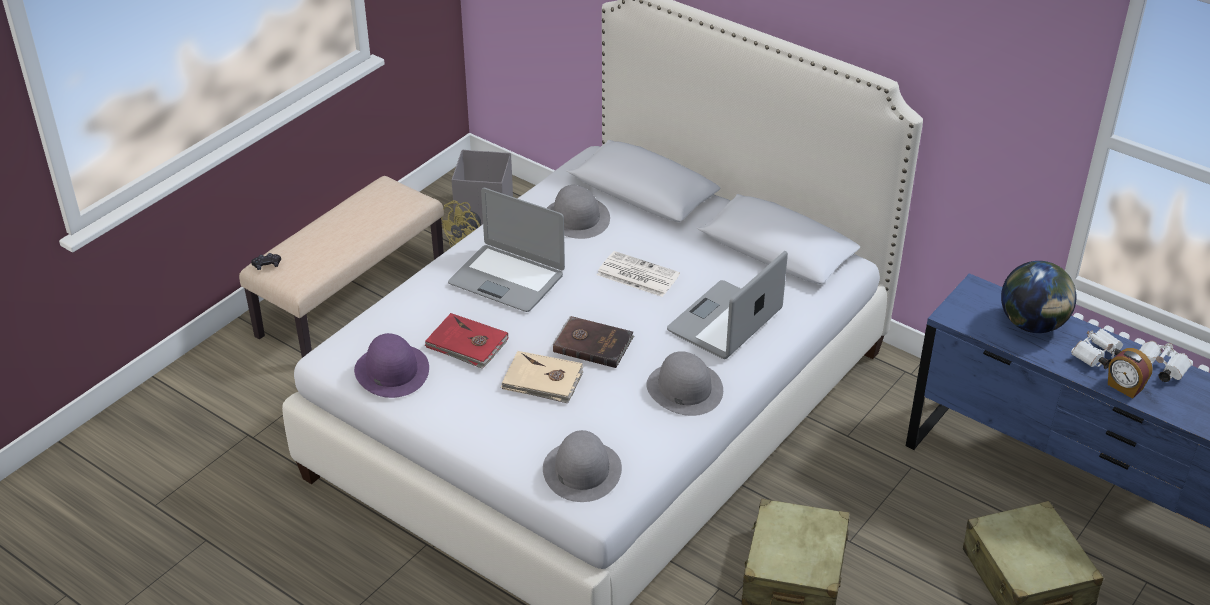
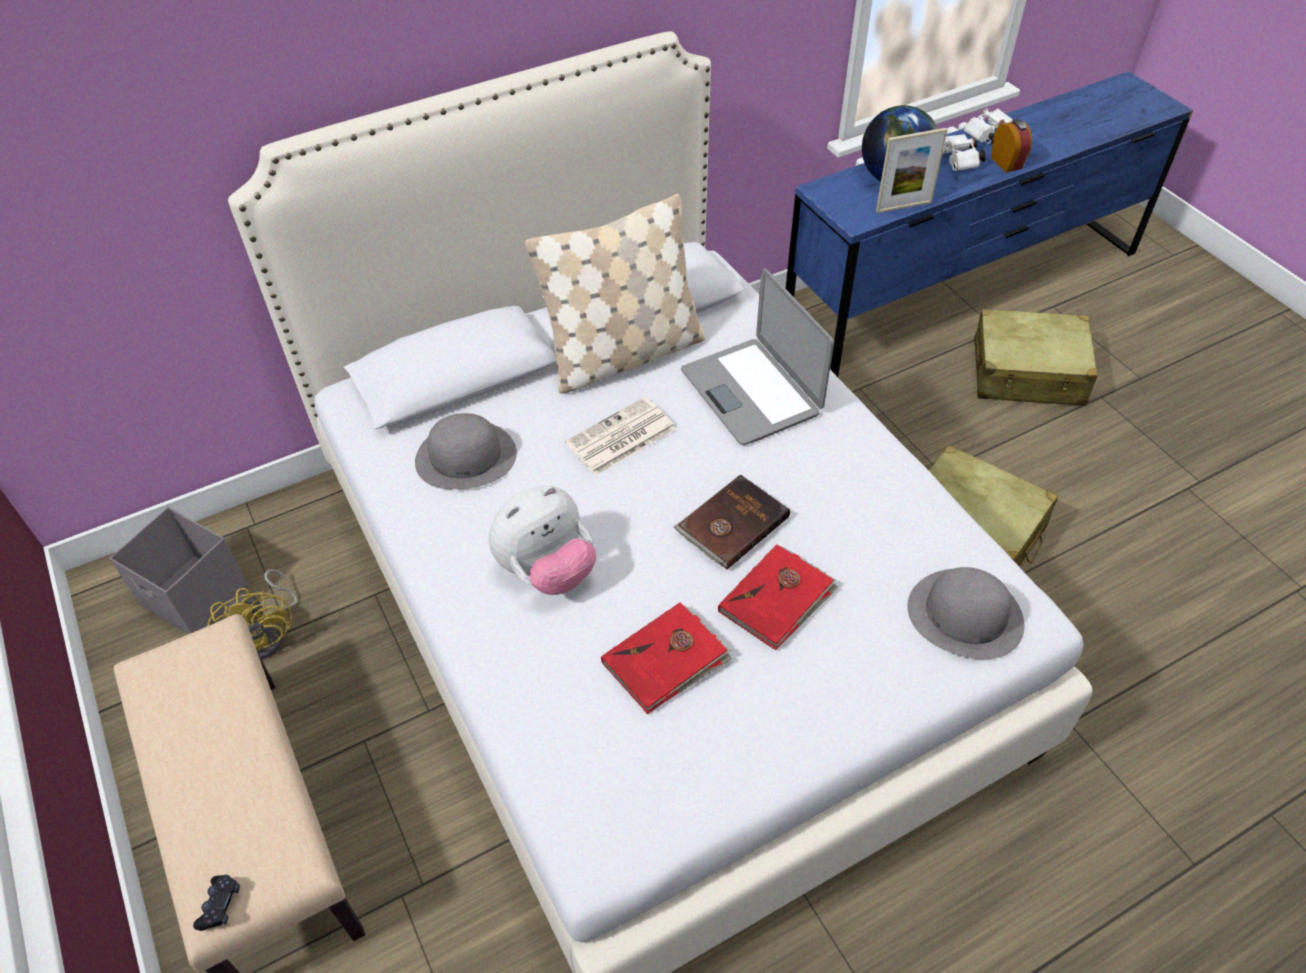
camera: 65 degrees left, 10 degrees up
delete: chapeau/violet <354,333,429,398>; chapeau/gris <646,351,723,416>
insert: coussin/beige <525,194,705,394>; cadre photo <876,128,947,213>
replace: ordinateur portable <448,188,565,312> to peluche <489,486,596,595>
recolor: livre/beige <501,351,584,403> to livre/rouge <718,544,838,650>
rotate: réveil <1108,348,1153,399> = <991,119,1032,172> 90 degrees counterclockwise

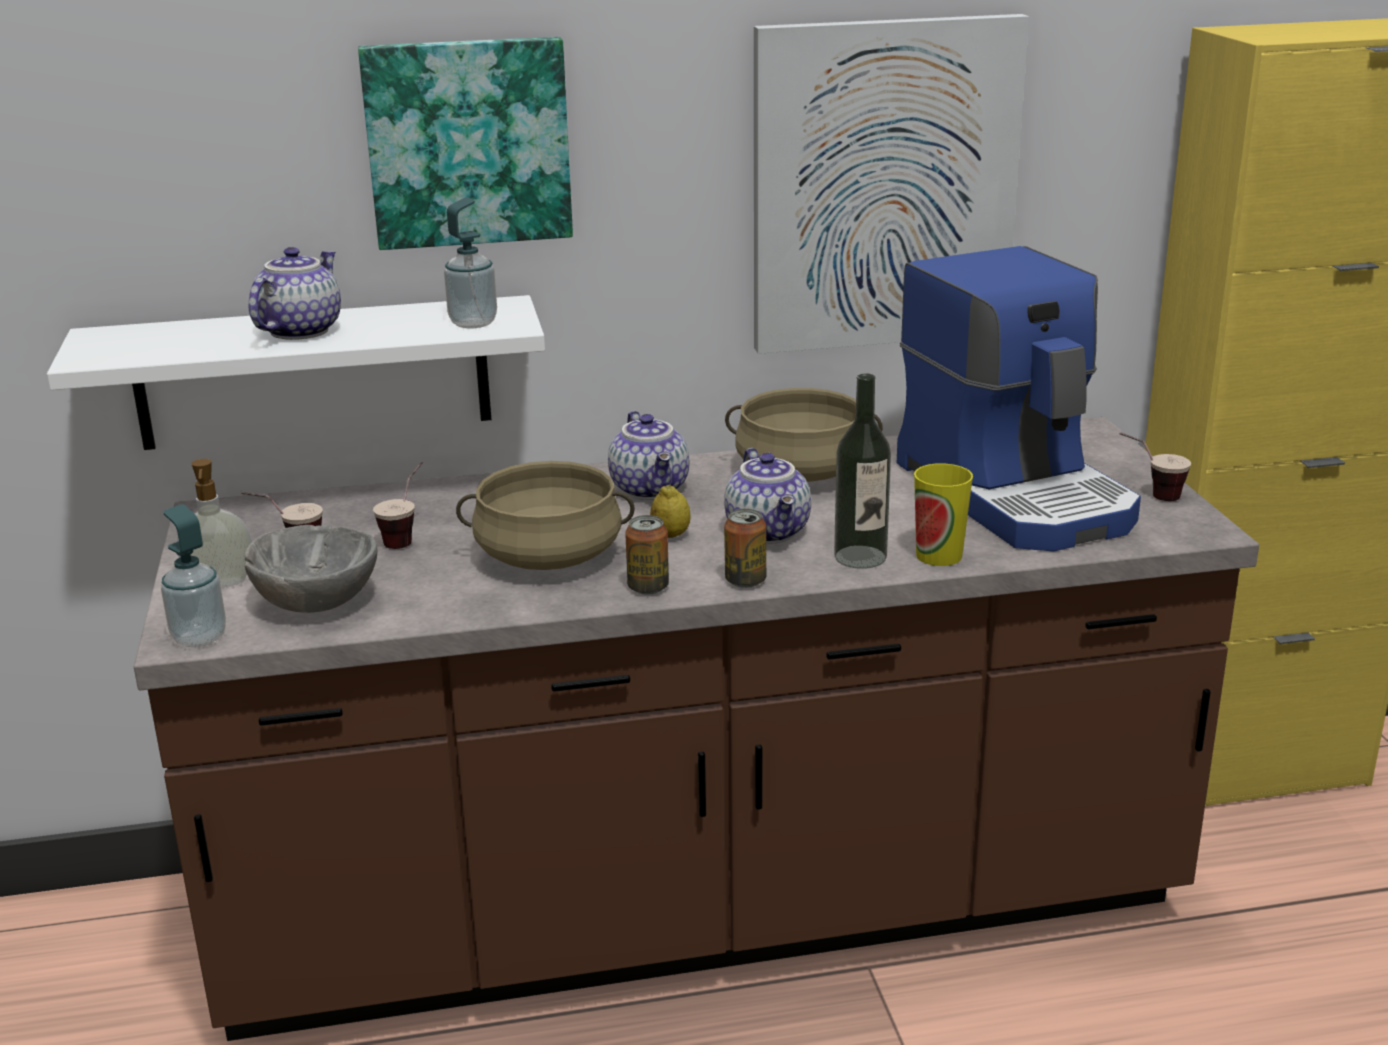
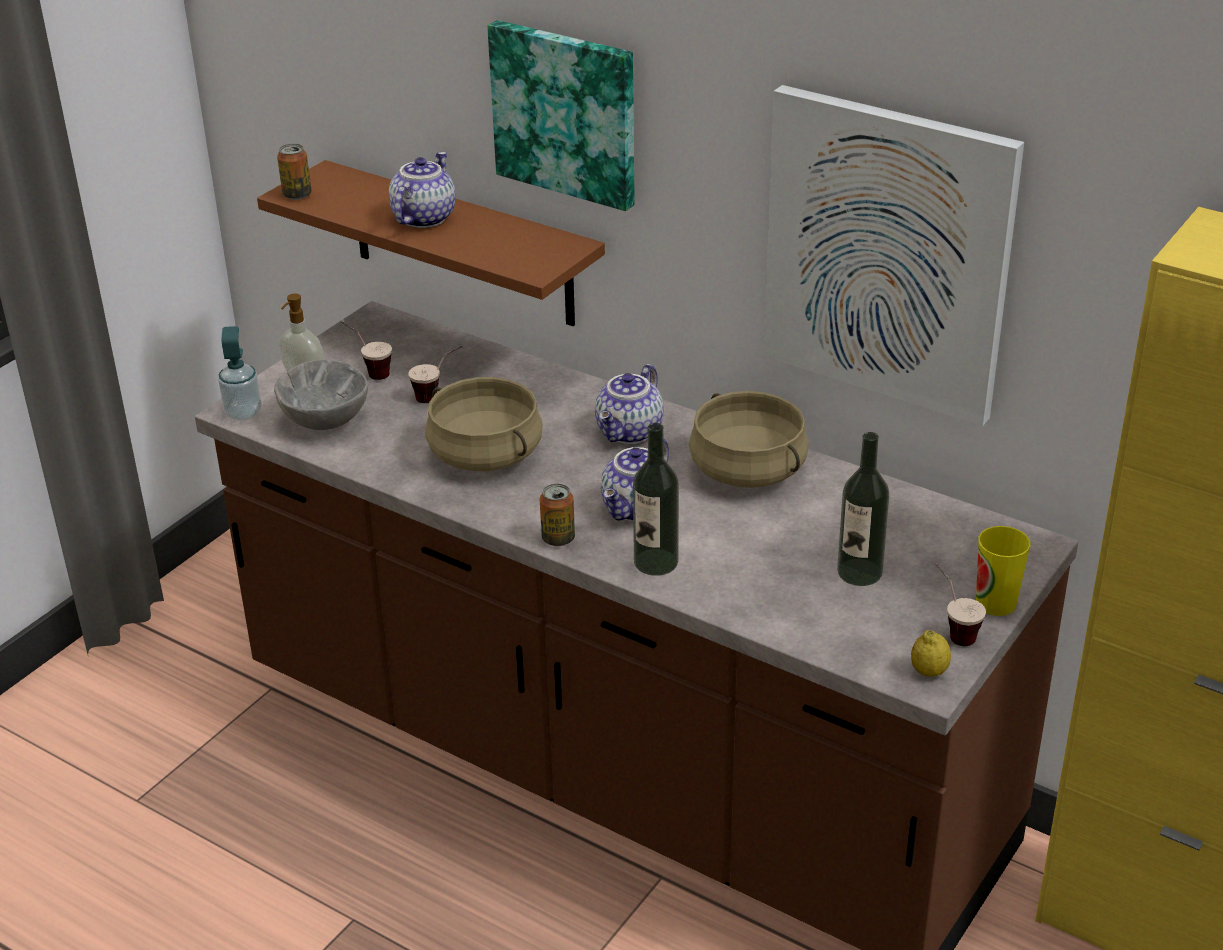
camera: 45 degrees right, 10 degrees up
delete: distributeur de savon <444,197,497,328>
move: boîte métallique <625,515,669,595> to <277,144,312,200>; citron <650,485,690,538> to <911,630,951,677>; tasse <914,464,973,566> to <976,526,1030,616>
replace: machine à café <897,246,1141,552> to bouteille <837,432,890,586>
recolor: étagère/blanc <47,295,545,450> to étagère/marron <257,160,605,326>
rotate: théière <248,247,341,340> = <389,152,456,228> 45 degrees counterclockwise

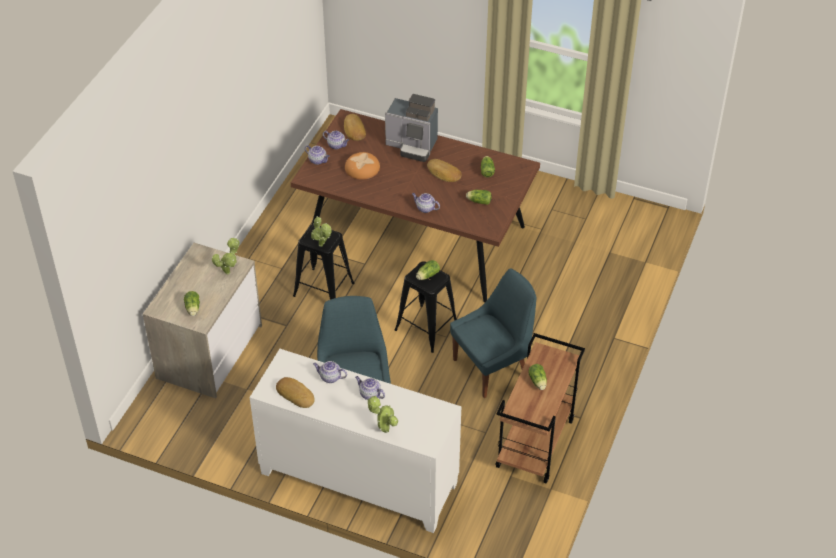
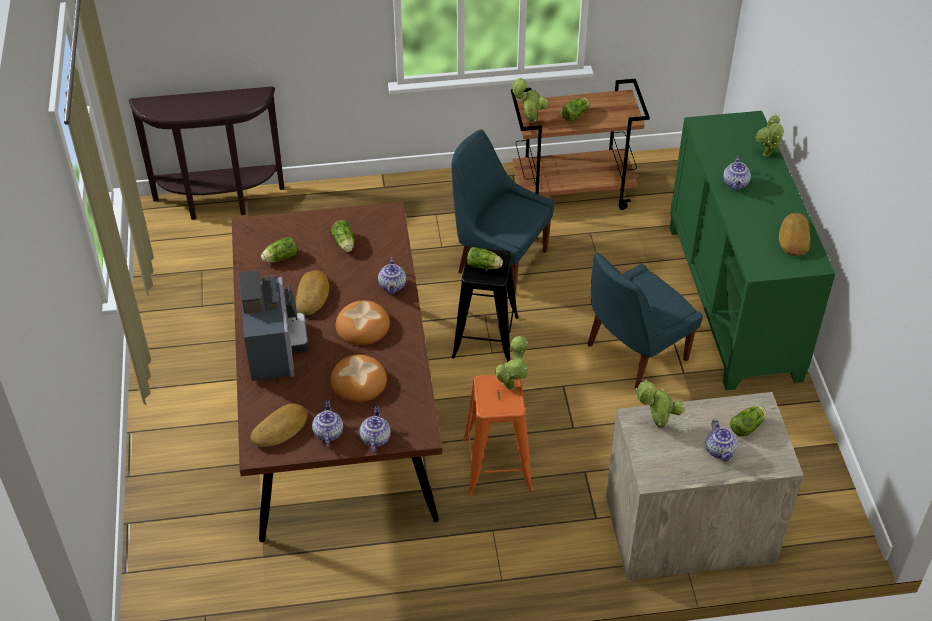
camera: 120 degrees left, 0 degrees up
insert: table console/marron <129,86,284,220>; pain <336,300,390,345>; plante en pot <511,78,548,123>
move: théière <313,361,347,383> to <706,419,737,462>
recolor: meuble de rangement/blanc <250,349,461,533> to meuble de rangement/vert <670,111,835,391>; tabouret/noir <293,224,354,300> to tabouret/orange <463,375,533,496>

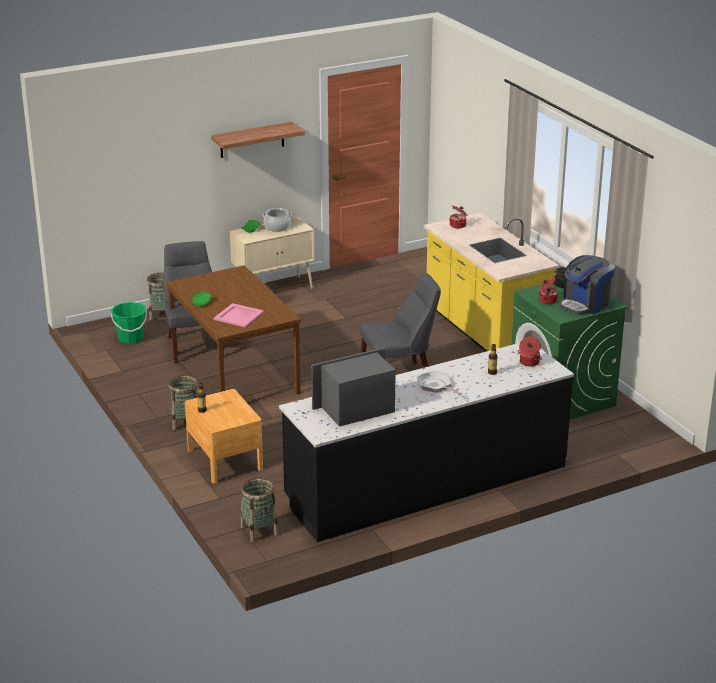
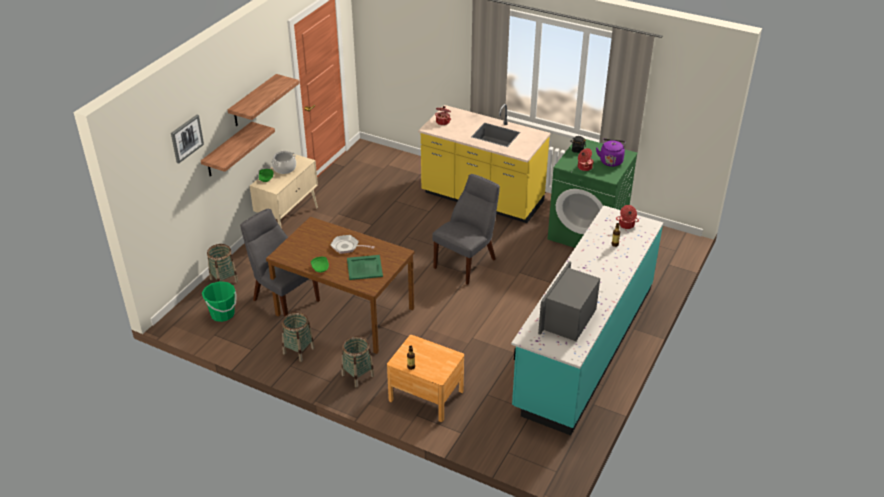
camera: 35 degrees left, 10 degrees up
insert: tableau <171,115,204,163>; étagère <201,122,275,176>
move: panier <241,478,279,542> to <282,312,315,362>; poêle <418,371,462,395> to <331,235,375,254>
replace: machine à café <559,255,615,315> to bouilloire/violet <596,139,626,167>
recolor: plateau/rose <213,303,264,327> to plateau/vert <347,255,383,280>; comptoir de cuisine/noir <279,343,574,542> to comptoir de cuisine/turquoise <511,205,663,435>

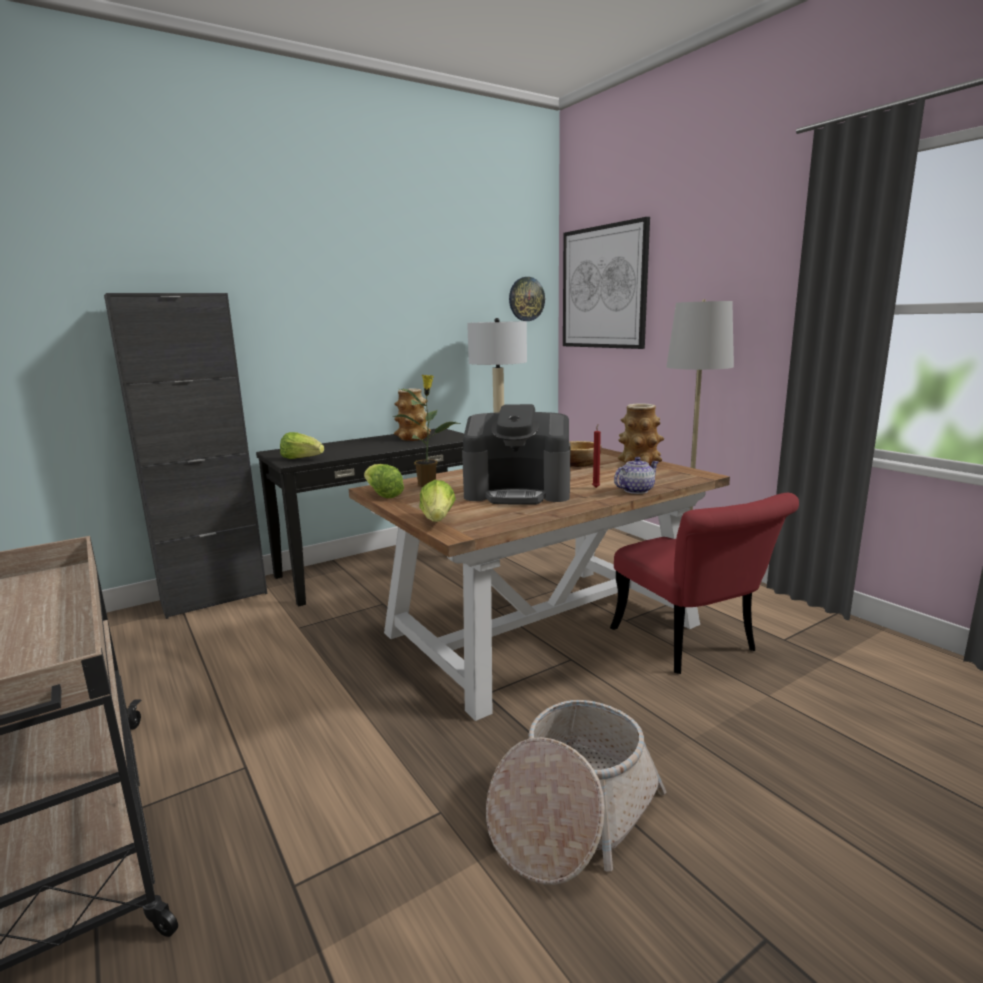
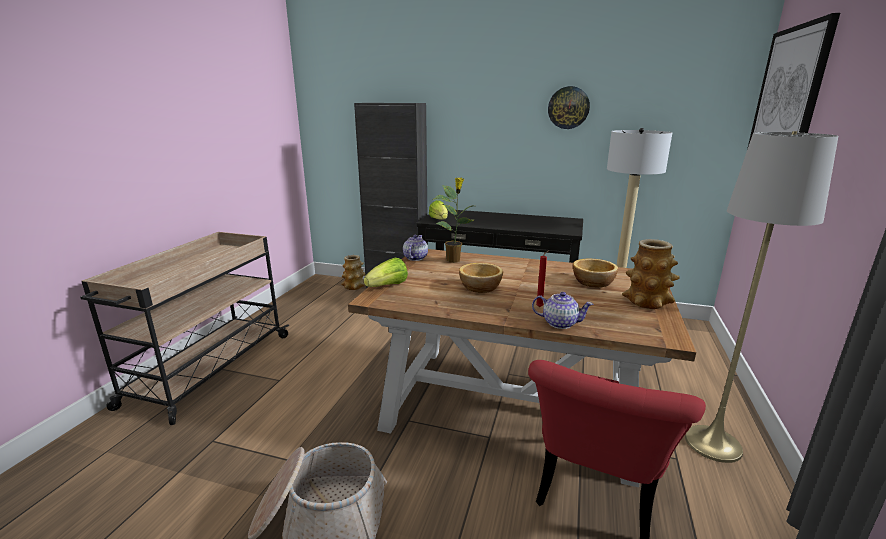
camera: 50 degrees right, 5 degrees up
move: vase <394,389,431,441> to <341,255,365,290>; horloge murale <509,277,545,321> to <548,86,590,129>
replace: laitue <364,464,404,498> to théière <403,235,428,261>; machine à café <462,404,570,505> to bol <459,263,503,293>

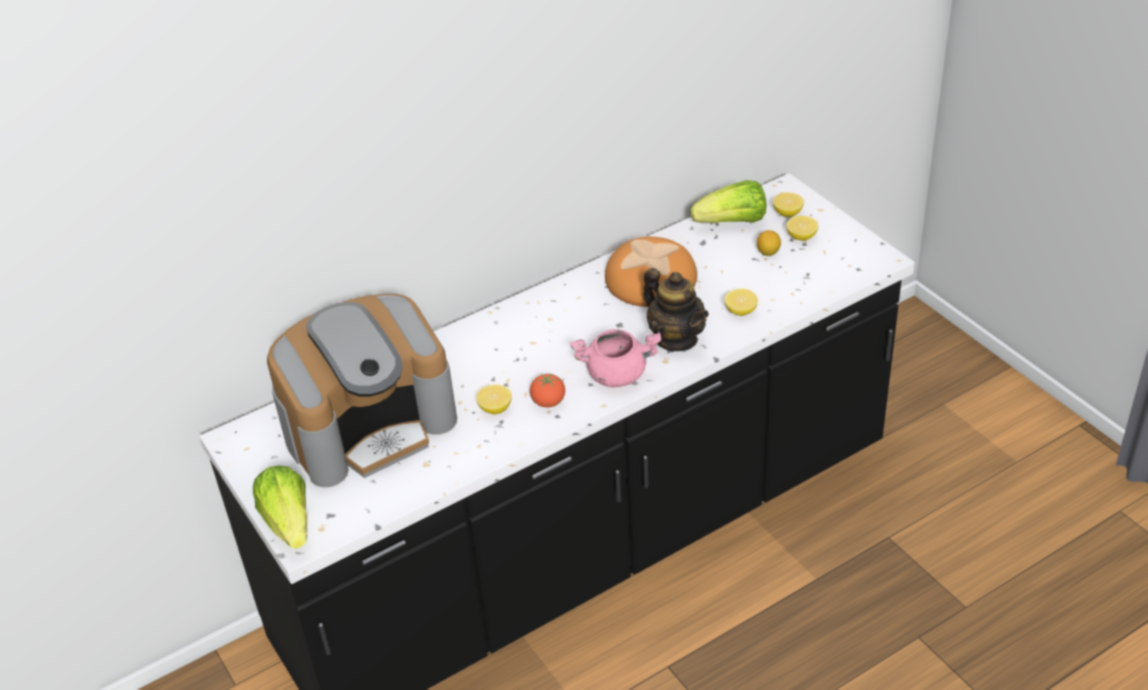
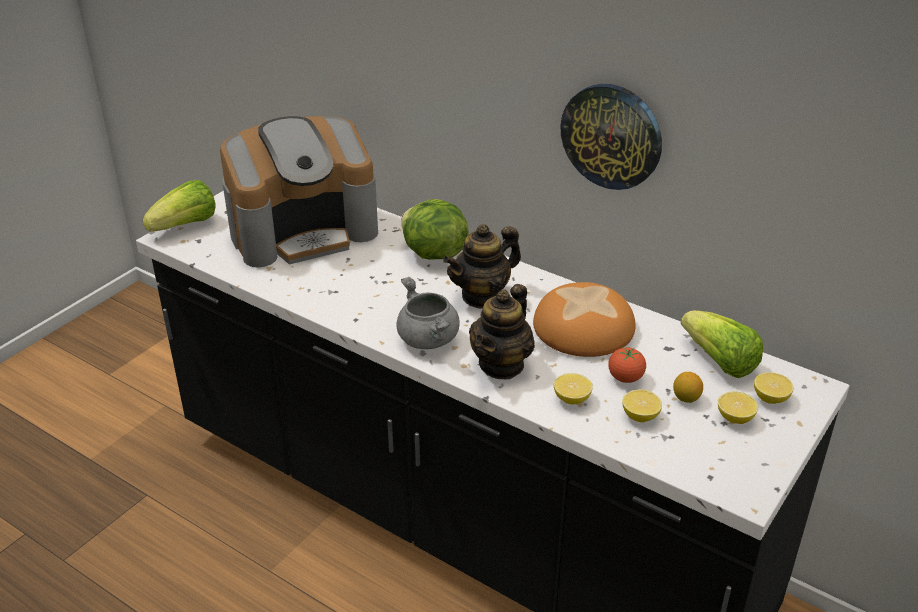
camera: 65 degrees right, 5 degrees down
insert: laitue <401,199,469,259>; théière <443,224,521,309>; horloge murale <560,84,662,190>
move: citron <476,384,512,415> to <622,389,662,422>; tomate <530,373,565,408> to <608,348,646,383>
recolor: marmite/rose <570,329,661,388> to marmite/gris <396,277,460,349>
rotate: machine à café <267,294,457,487> = <220,116,378,267> 60 degrees counterclockwise

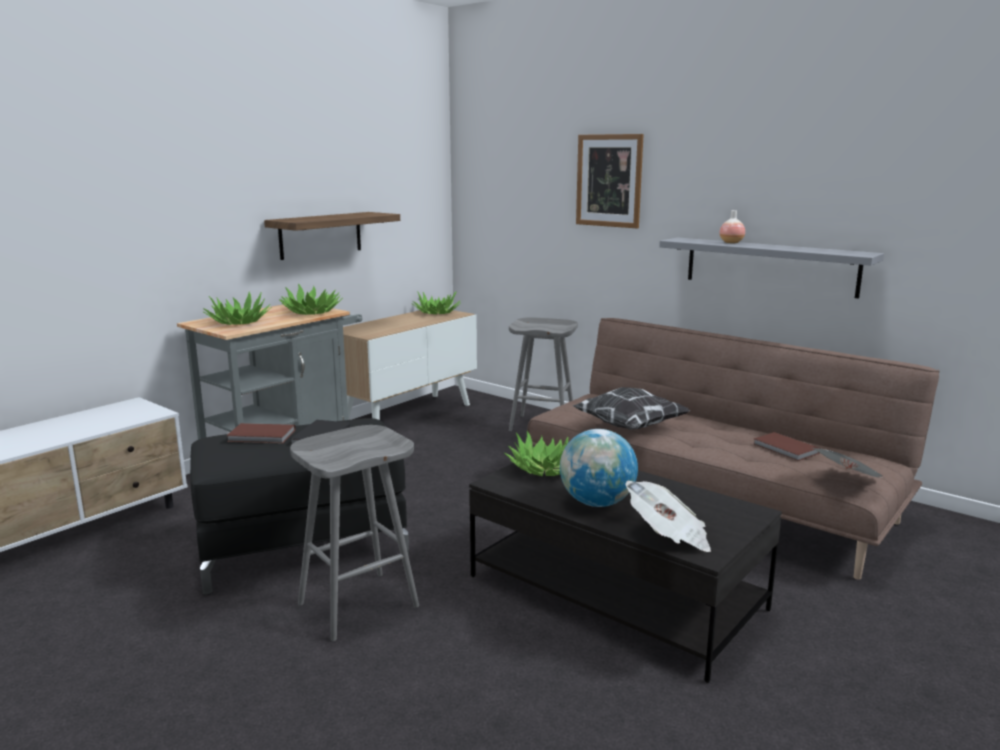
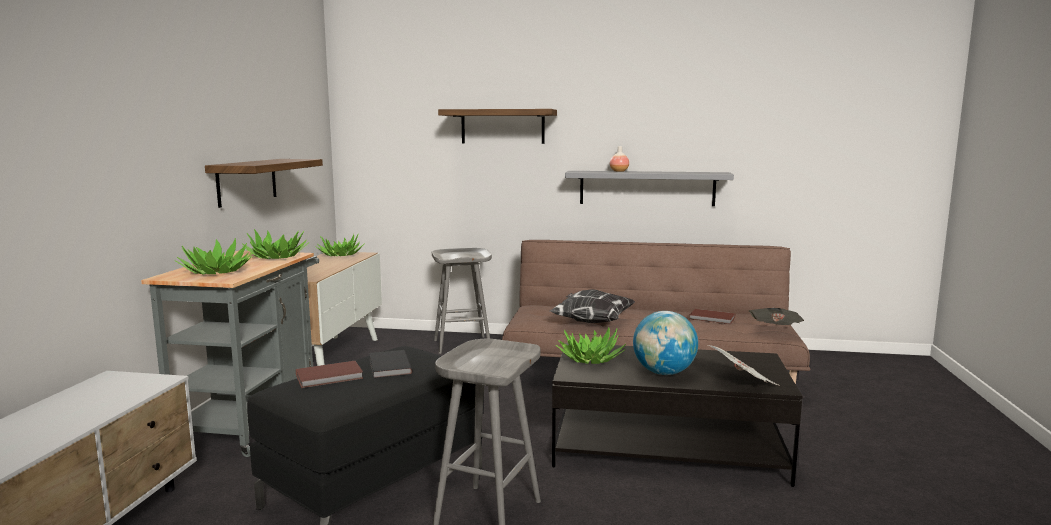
camera: 30 degrees left, 5 degrees down
replace: tableau <576,134,644,228> to étagère <438,109,557,144>

